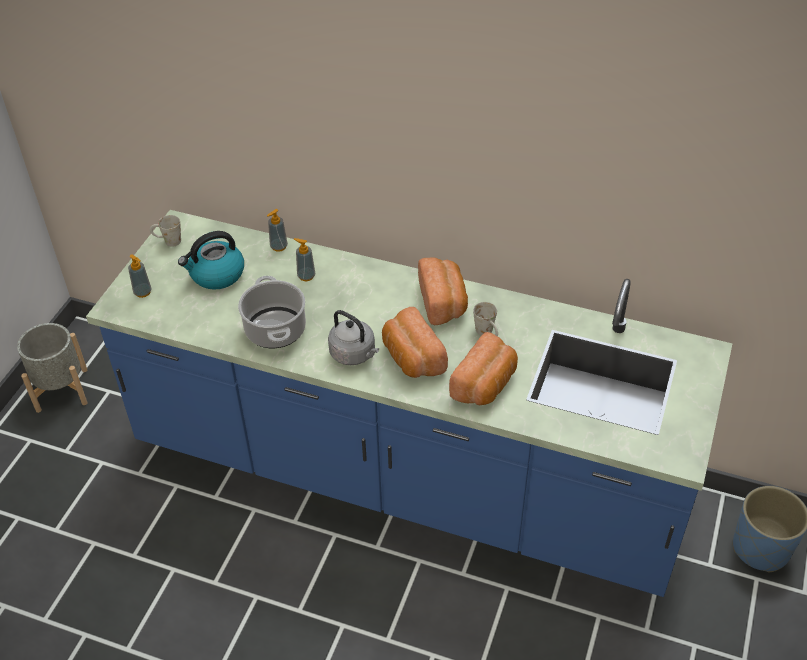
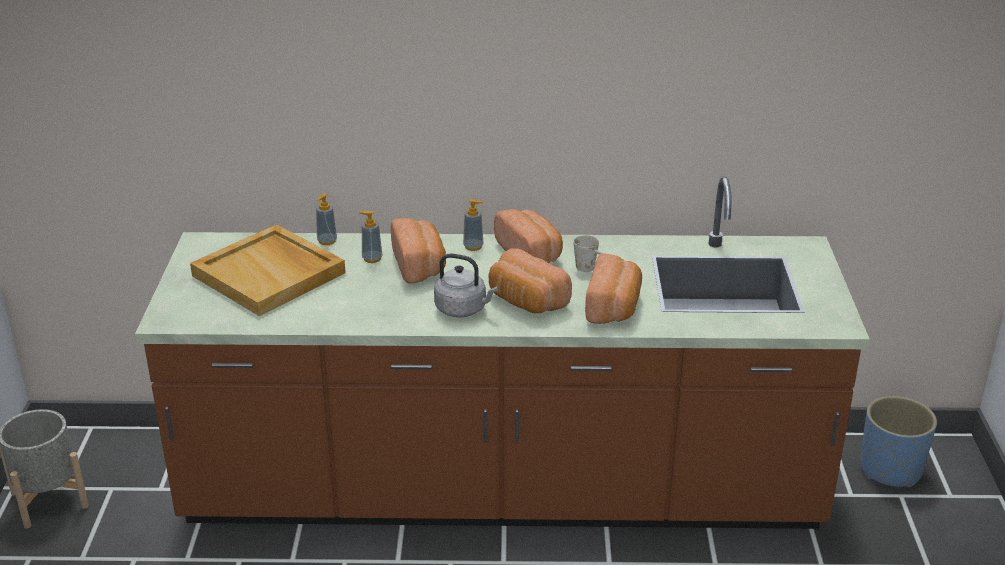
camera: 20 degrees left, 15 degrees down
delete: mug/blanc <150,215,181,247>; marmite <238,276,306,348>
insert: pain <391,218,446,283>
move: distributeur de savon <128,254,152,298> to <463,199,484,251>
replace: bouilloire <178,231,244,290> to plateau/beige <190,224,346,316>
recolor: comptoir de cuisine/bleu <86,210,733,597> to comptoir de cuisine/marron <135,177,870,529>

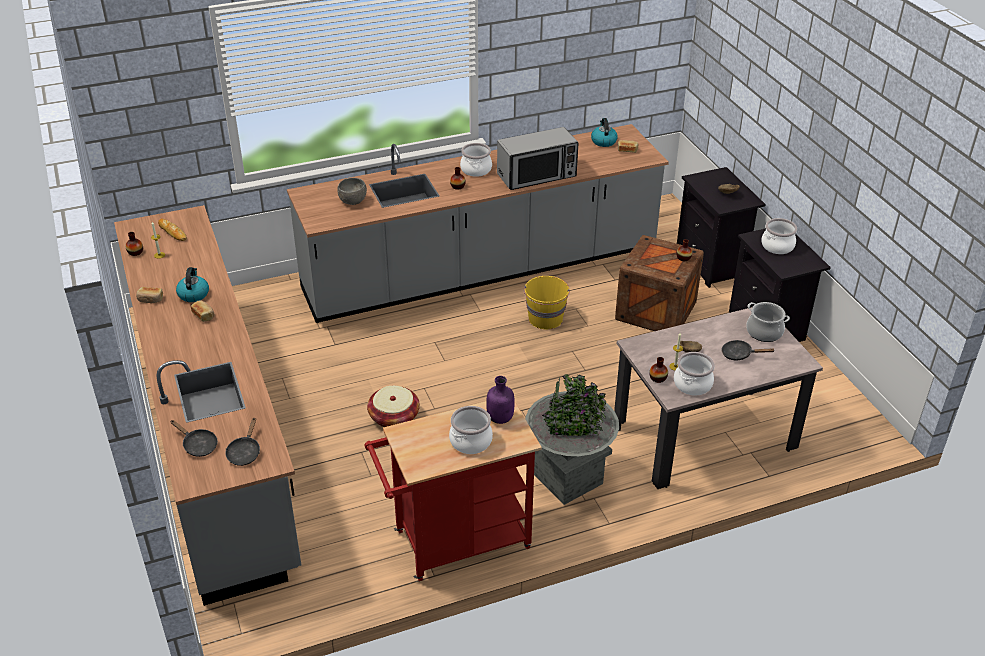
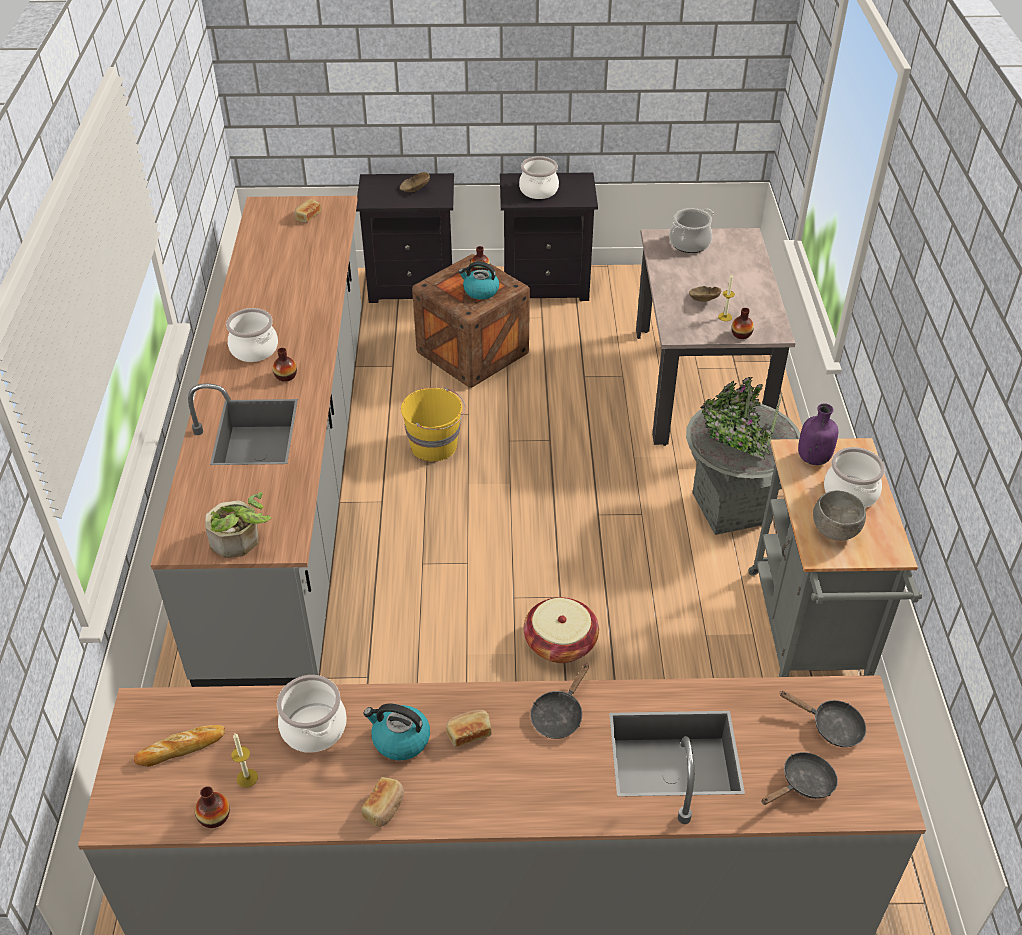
camera: 70 degrees left, 5 degrees up
delete: micro-ondes <497,127,579,190>
insert: plante en pot <205,492,271,558>
move: bol/gris <337,178,367,205> to <813,490,866,541>; bouilloire <591,118,618,147> to <458,261,499,300>; marmite <674,352,715,395> to <277,675,347,753>; poêle/noir <721,340,775,361> to <530,663,589,739>
recolor: chariot/rouge <364,401,542,581> to chariot/gris <748,438,922,677>

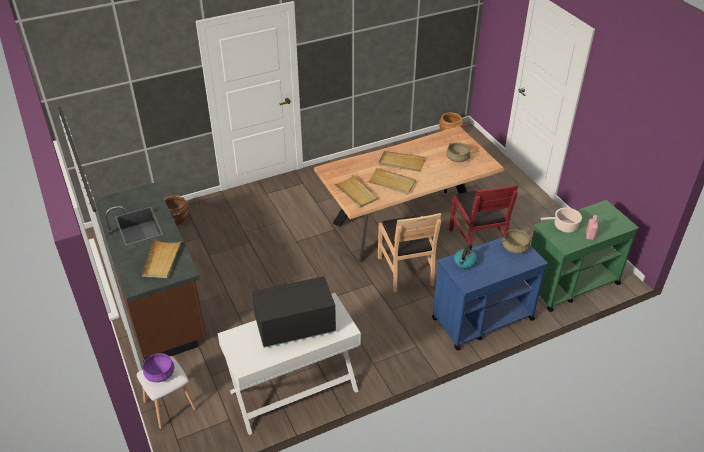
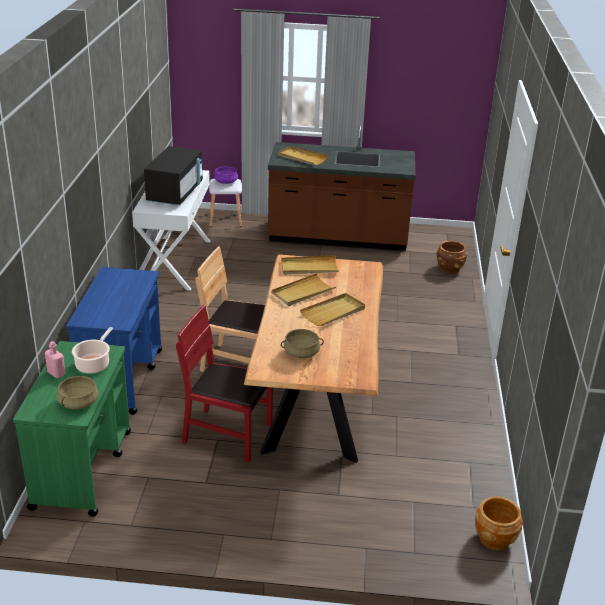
camera: 120 degrees right, 10 degrees down
delete: bouilloire <454,244,477,269>
move: marmite/beige <501,229,533,254> to <57,375,98,409>

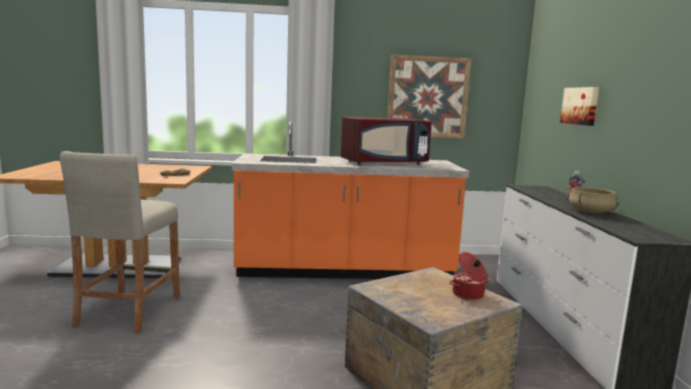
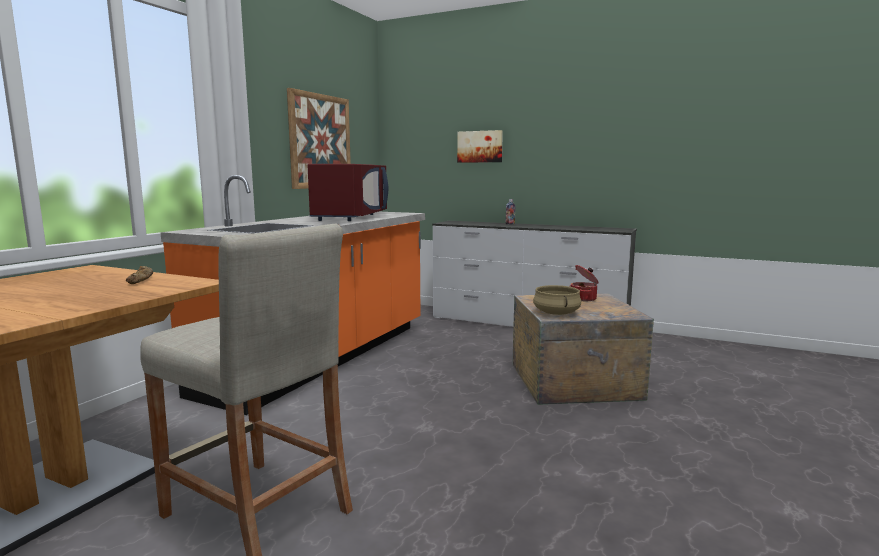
camera: 60 degrees left, 0 degrees up
move: marmite/beige <568,187,617,213> to <533,285,581,315>

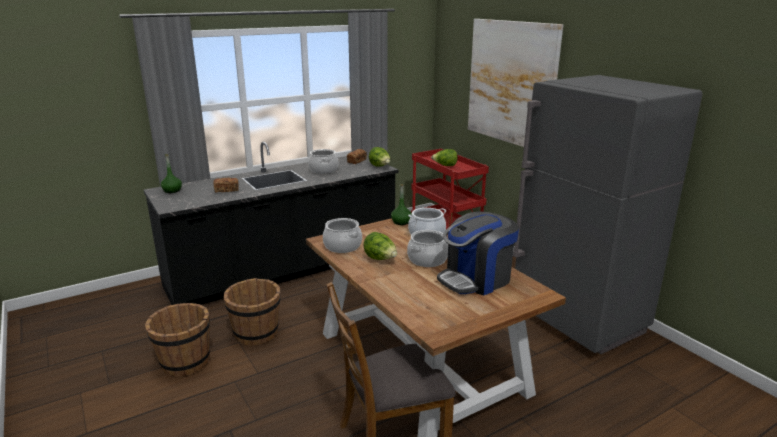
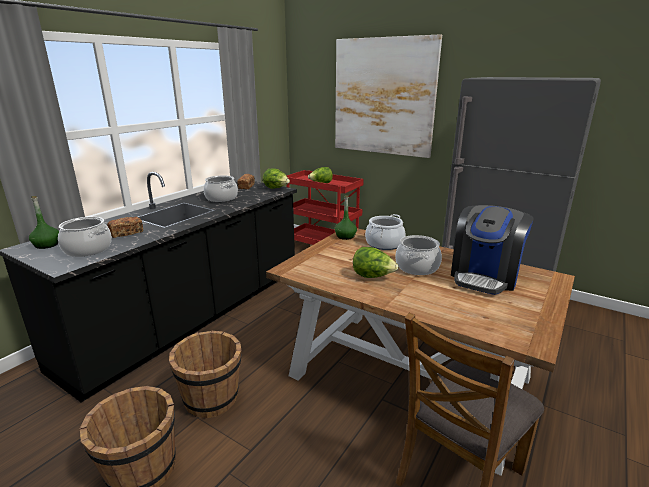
camera: 25 degrees left, 0 degrees up
move: marmite <323,218,362,253> to <58,217,112,257>

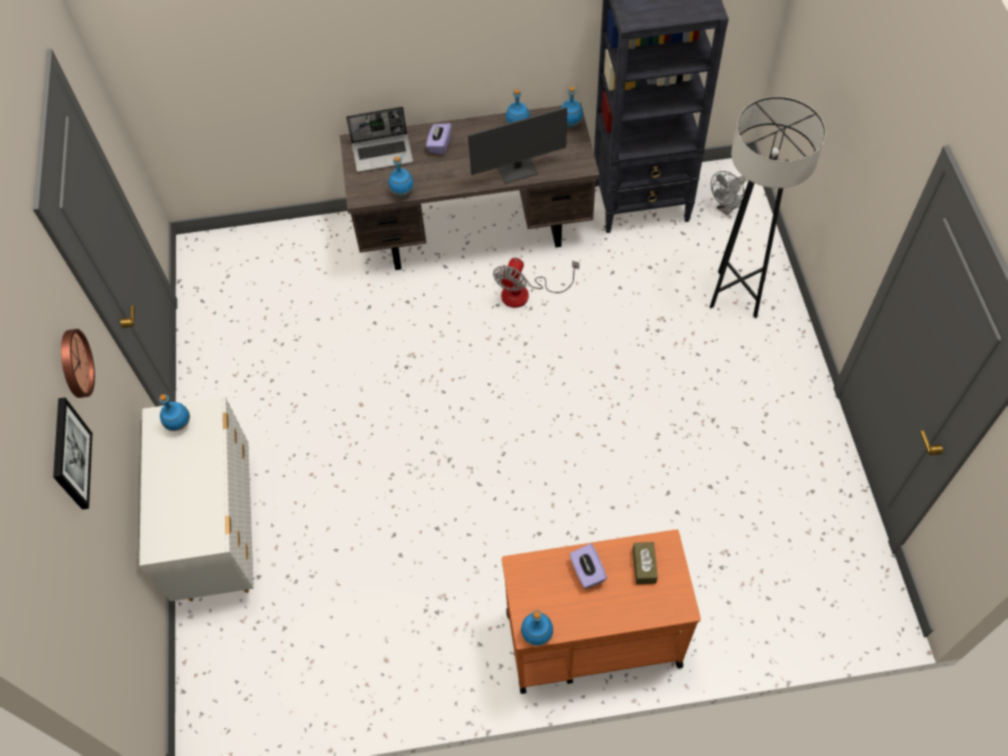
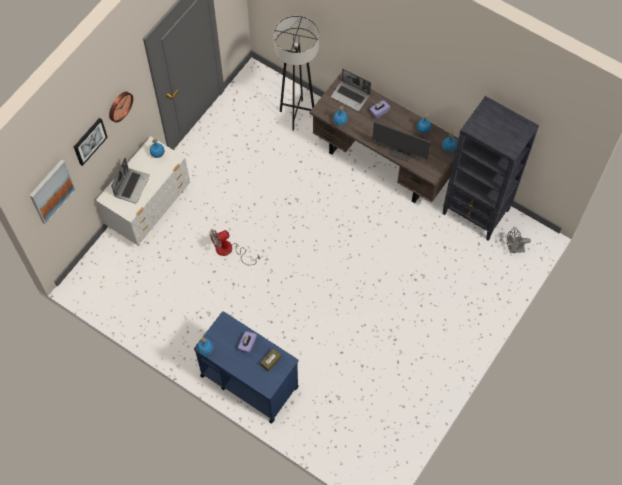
camera: 40 degrees right, 5 degrees up
insert: tableau <30,159,76,225>; ordinateur portable <111,157,150,203>
move: ventilateur <493,258,579,308> to <209,229,260,265>; lampadaire/gris <710,97,826,318> to <273,16,319,131>
recolor: chariot/orange <502,530,701,694> to chariot/bleu <194,311,299,424>

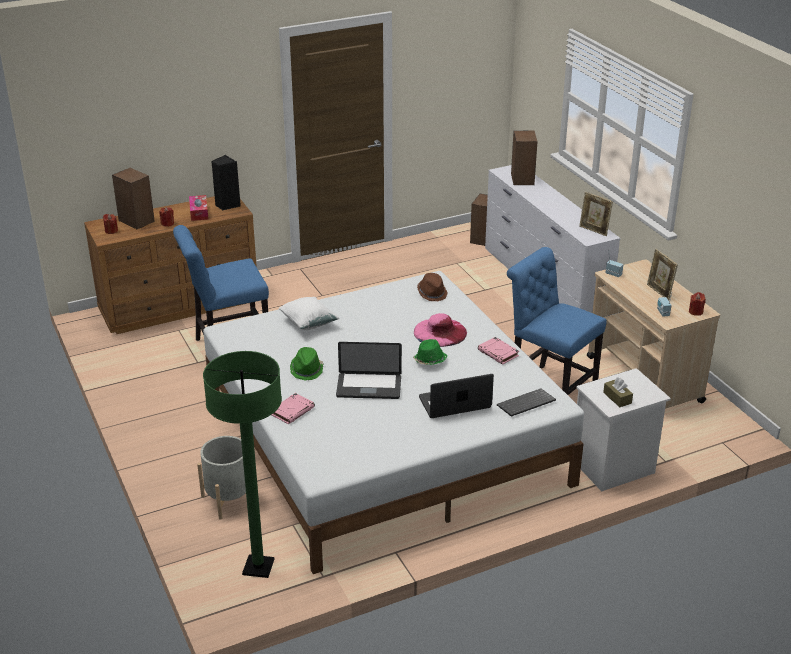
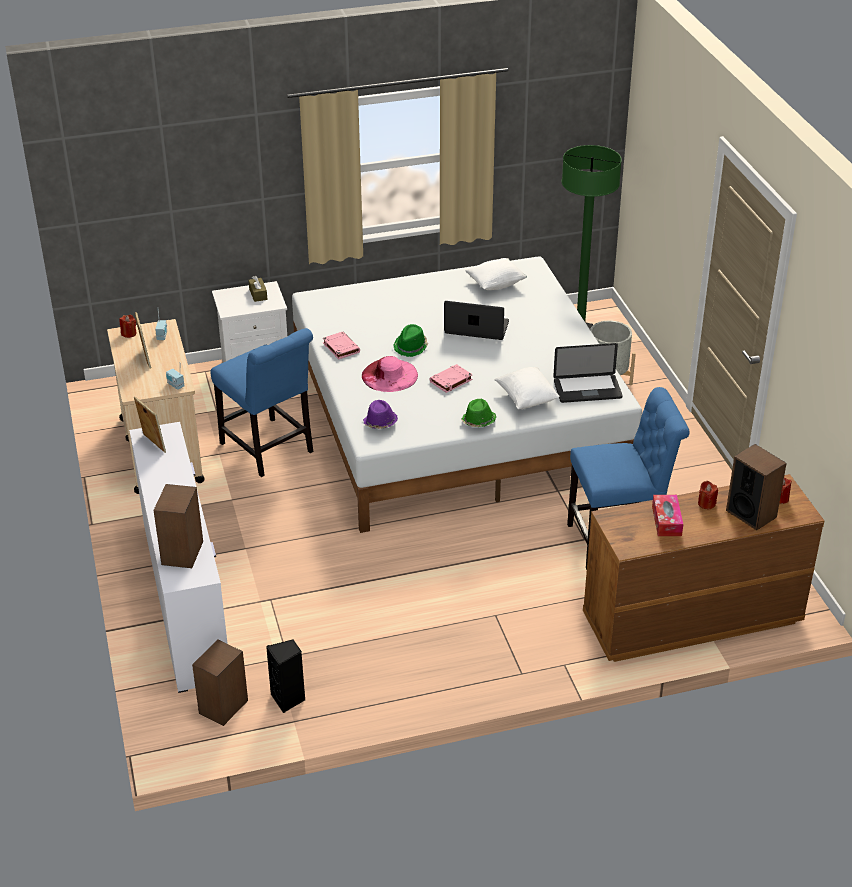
camera: 170 degrees left, 5 degrees up
delete: clavier <497,388,556,417>
insert: coussin/blanc <465,258,527,290>
move: enceinte/noir <211,155,241,210> to <266,639,305,713>; livre/rose <272,393,315,424> to <430,364,473,393>; chapeau/vert <290,347,323,381> to <461,399,496,427>; ordinateur portable <419,374,494,418> to <553,343,623,403>
recolor: chapeau/marron <417,273,448,301> to chapeau/violet <363,400,398,429>

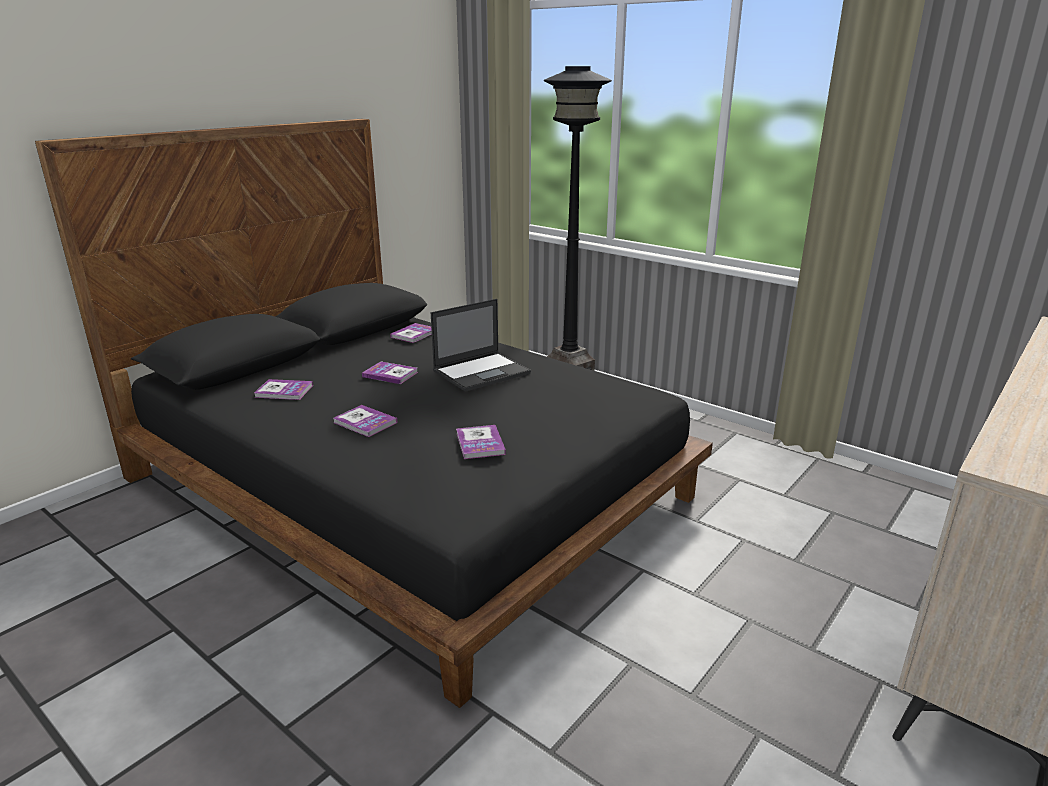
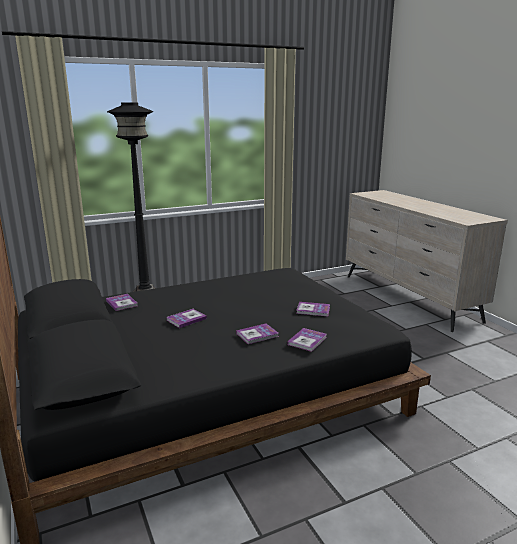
camera: 65 degrees left, 5 degrees down
delete: ordinateur portable <431,299,531,392>
move: livre <254,379,313,400> to <287,328,327,352>

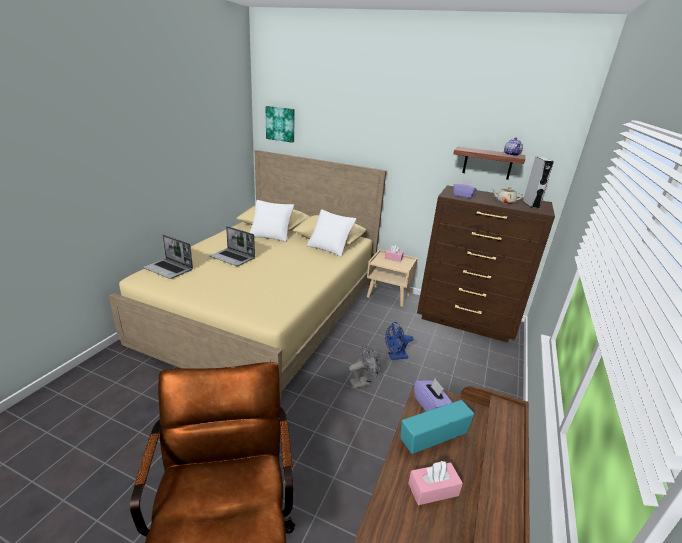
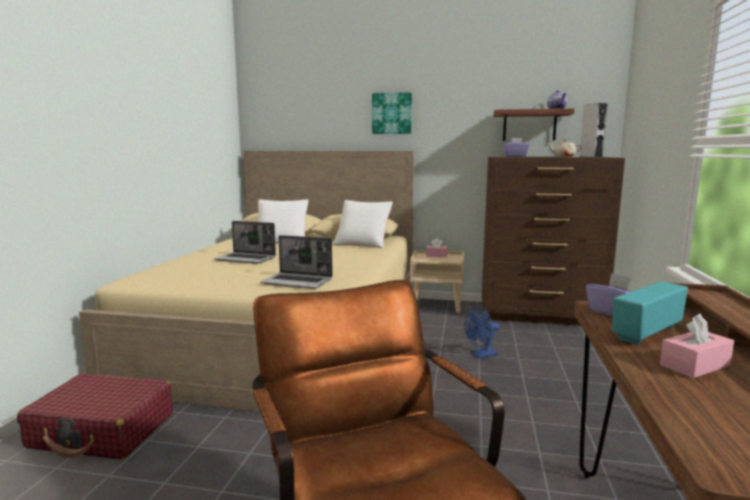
camera: 10 degrees left, 15 degrees down
delete: ventilateur/gris <349,345,380,389>
insert: valise/rouge <17,374,173,459>
move: ordinateur portable <143,235,193,279> to <260,235,333,289>; tableau <266,106,295,143> to <372,92,412,134>

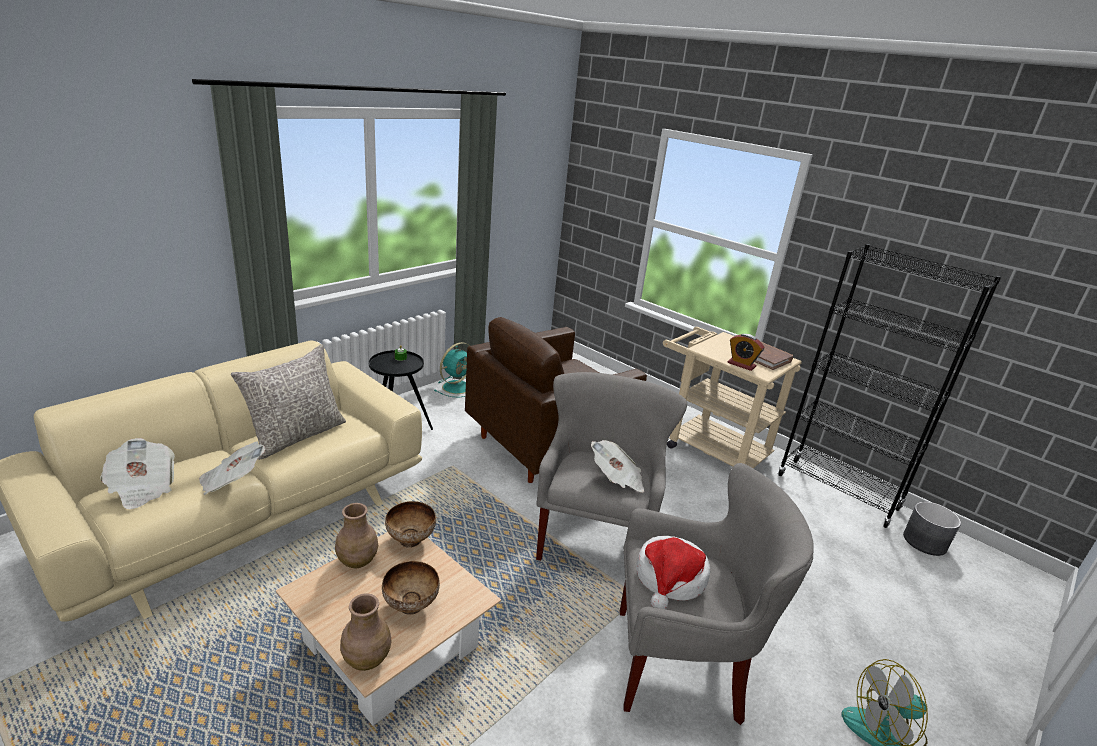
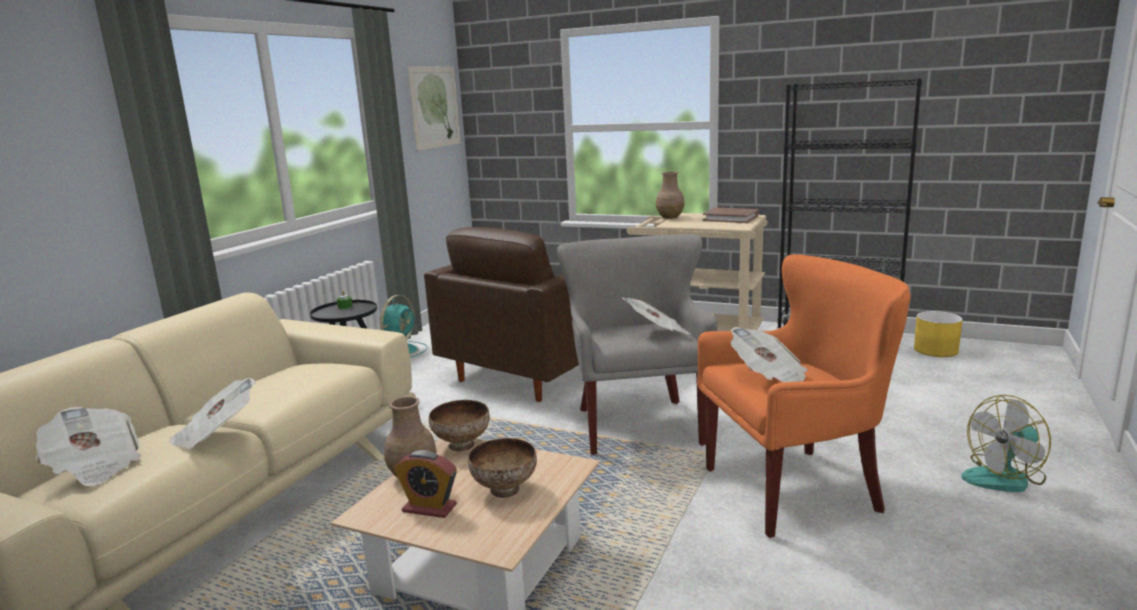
camera: 15 degrees left, 10 degrees down
delete: coussin/gris <231,344,346,460>
insert: tableau <407,66,461,151>
move: vase/marron <340,593,391,671> to <656,172,685,219>; réveil <728,334,764,371> to <393,450,457,518>
replace: chapeau <636,536,710,609> to journal <731,327,807,382>
recolor: fauteuil/gris <620,463,814,725> to fauteuil/orange <697,254,911,538>; cache-pot/gris <903,501,961,556> to cache-pot/jaune <914,311,963,357>

